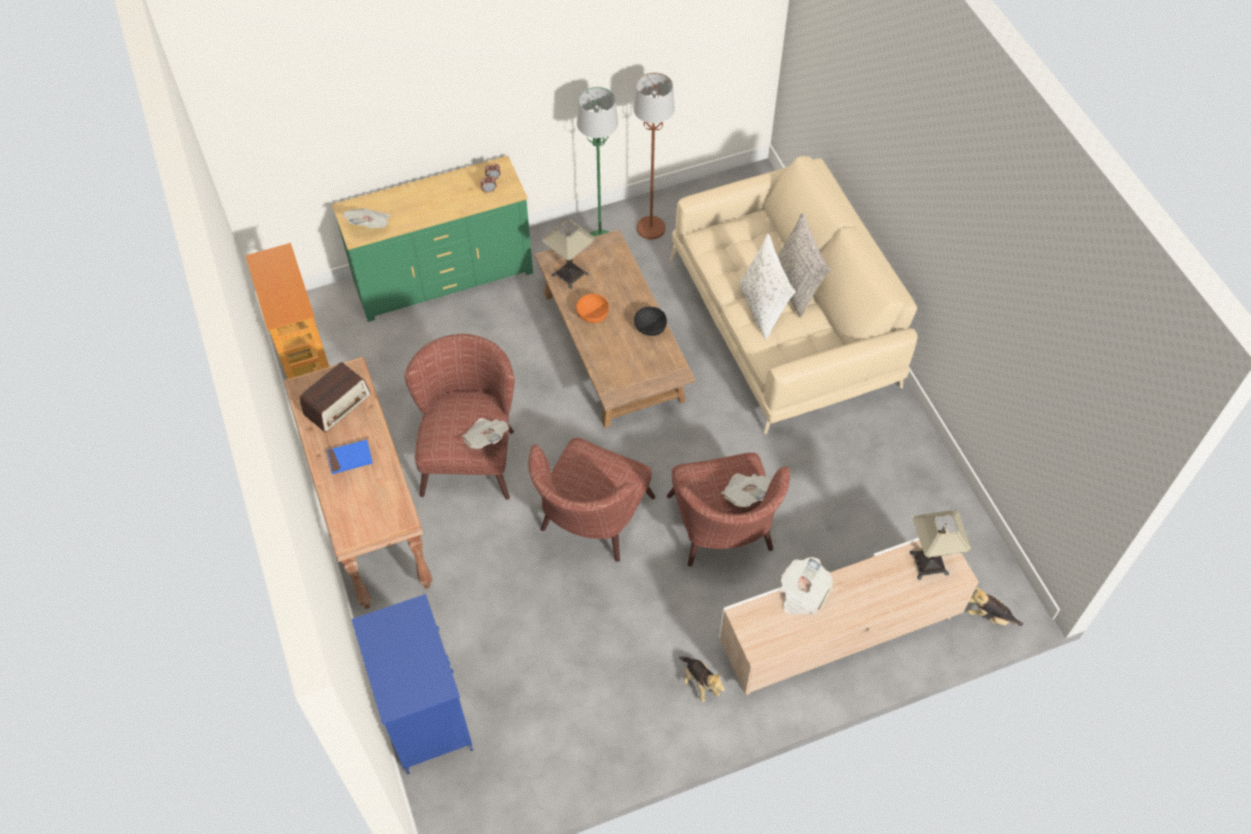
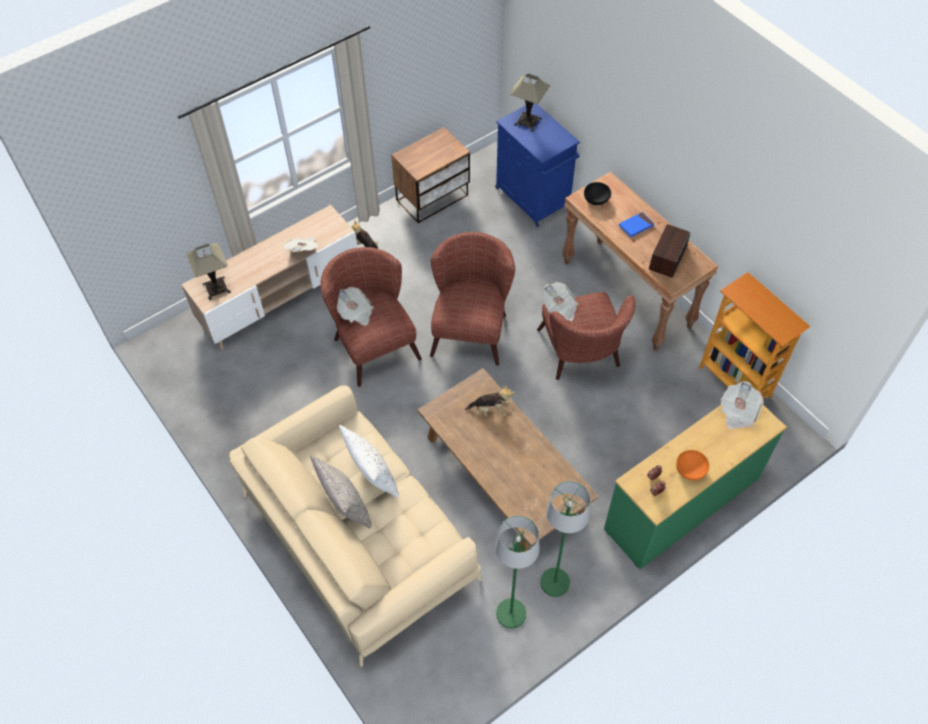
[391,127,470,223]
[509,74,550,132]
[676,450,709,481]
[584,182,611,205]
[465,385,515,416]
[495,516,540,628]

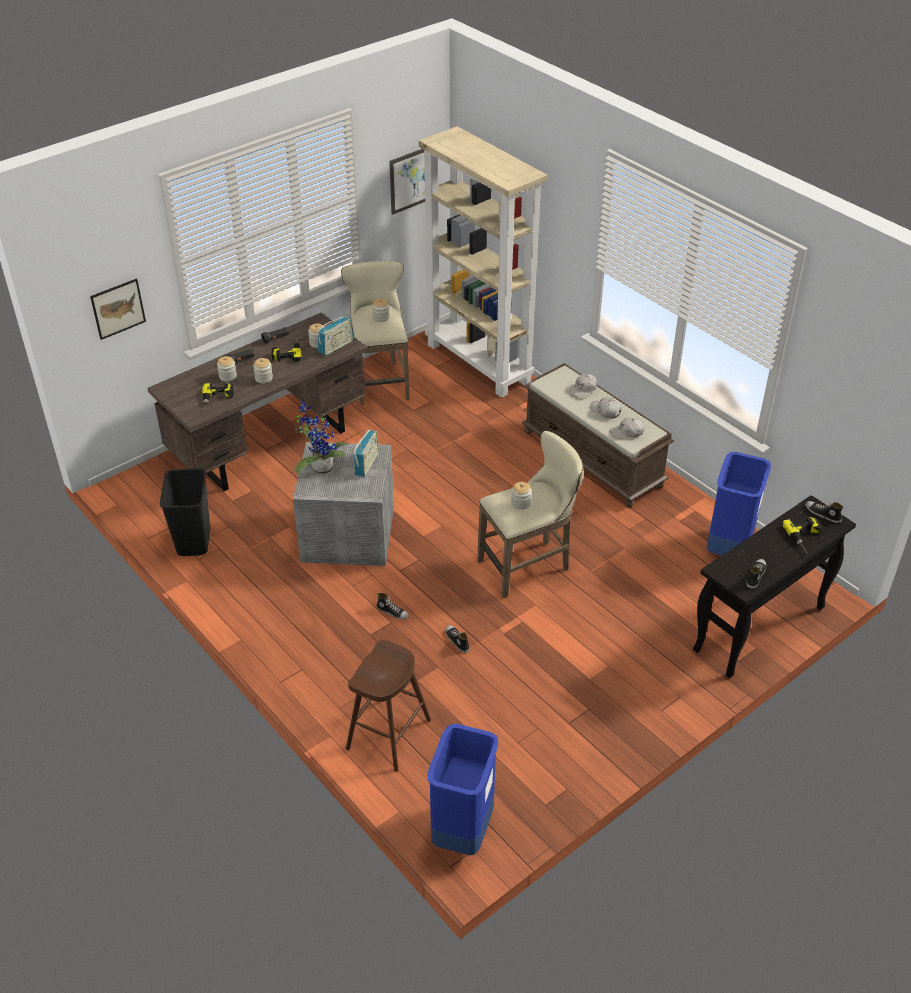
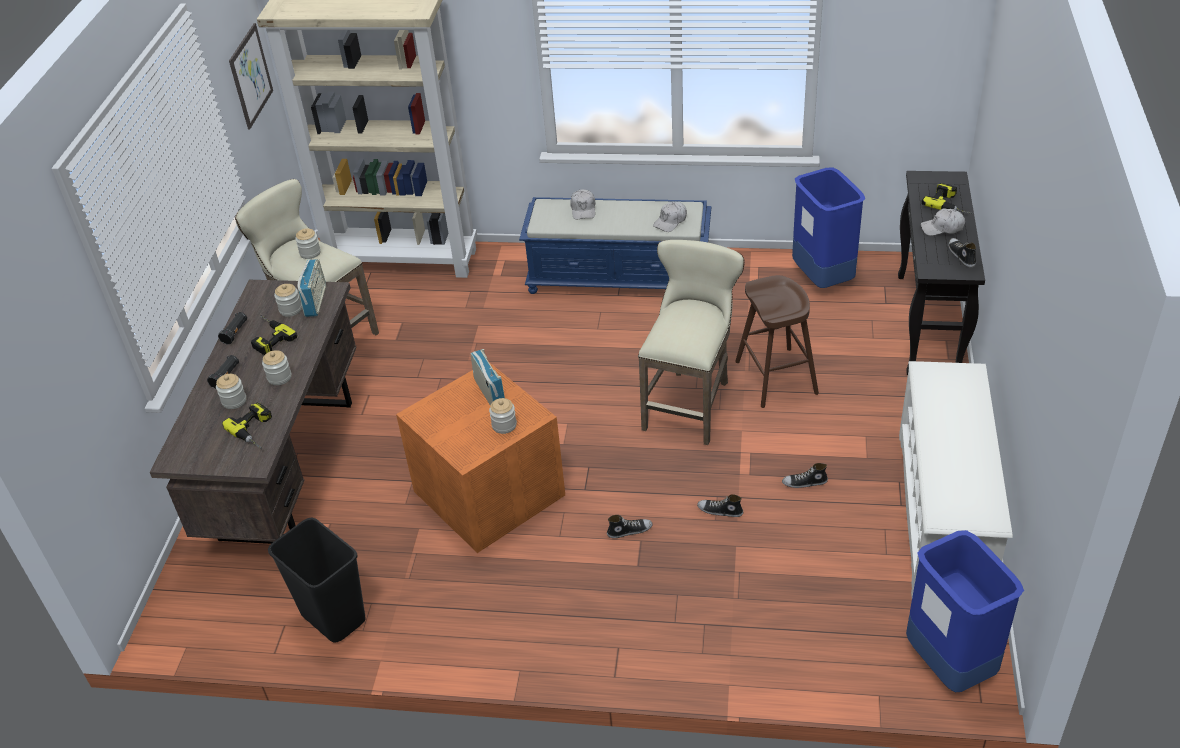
[90,279,146,340] (first image)
[294,401,349,474] (first image)
[899,361,1013,597]
[735,275,819,408]
[489,398,517,434]
[921,208,965,236]
[782,463,828,488]
[396,362,565,553]
[519,197,711,294]

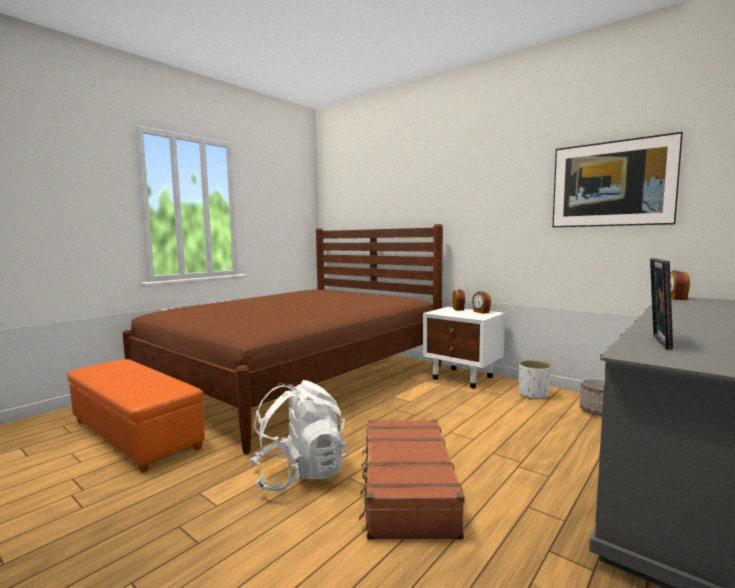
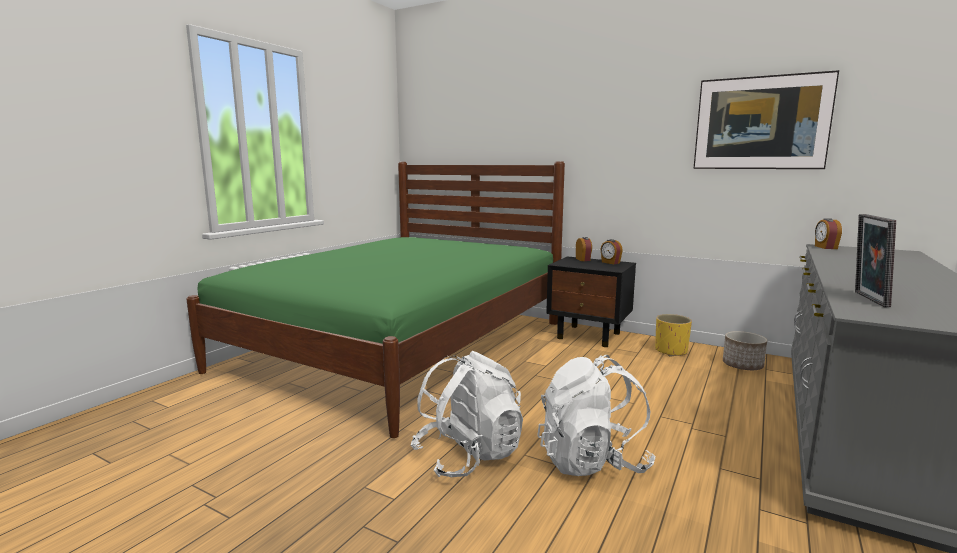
[67,359,205,473] (first image)
[537,355,655,476]
[186,161,565,438]
[546,256,636,347]
[655,314,692,356]

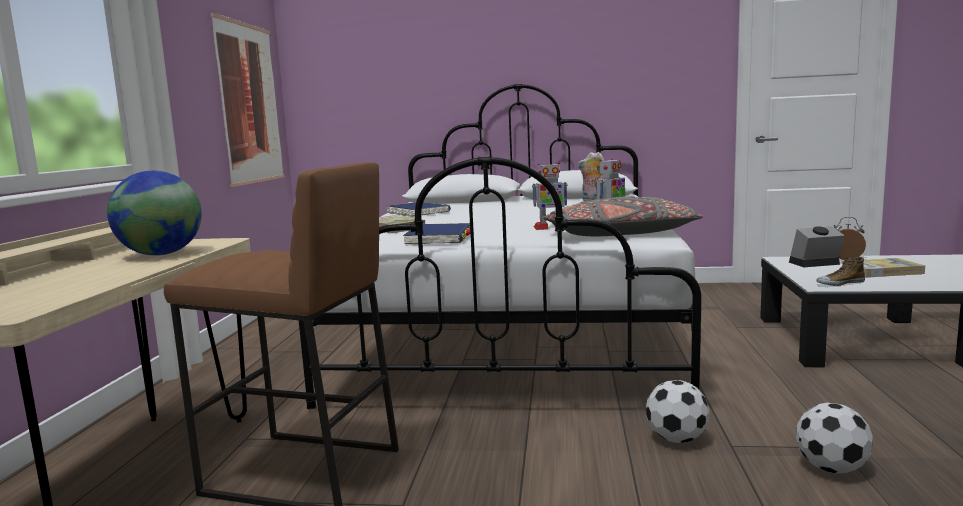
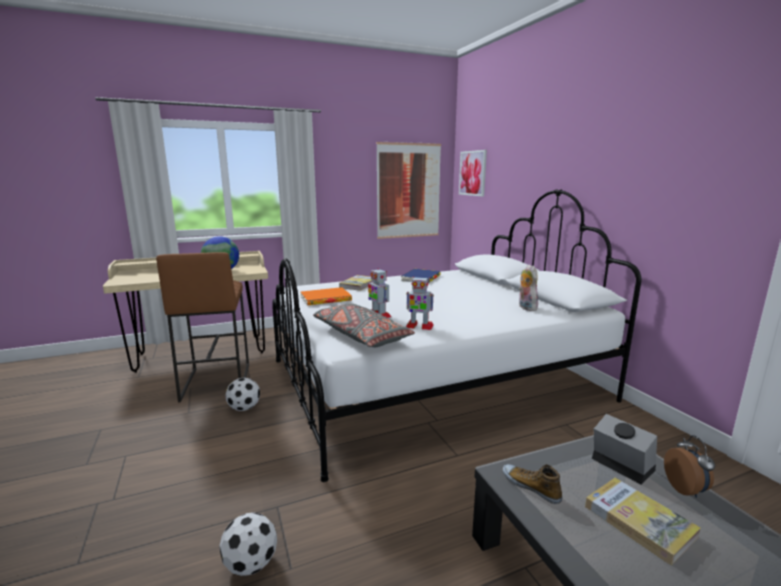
[459,150,487,196]
[225,378,260,411]
[300,287,352,305]

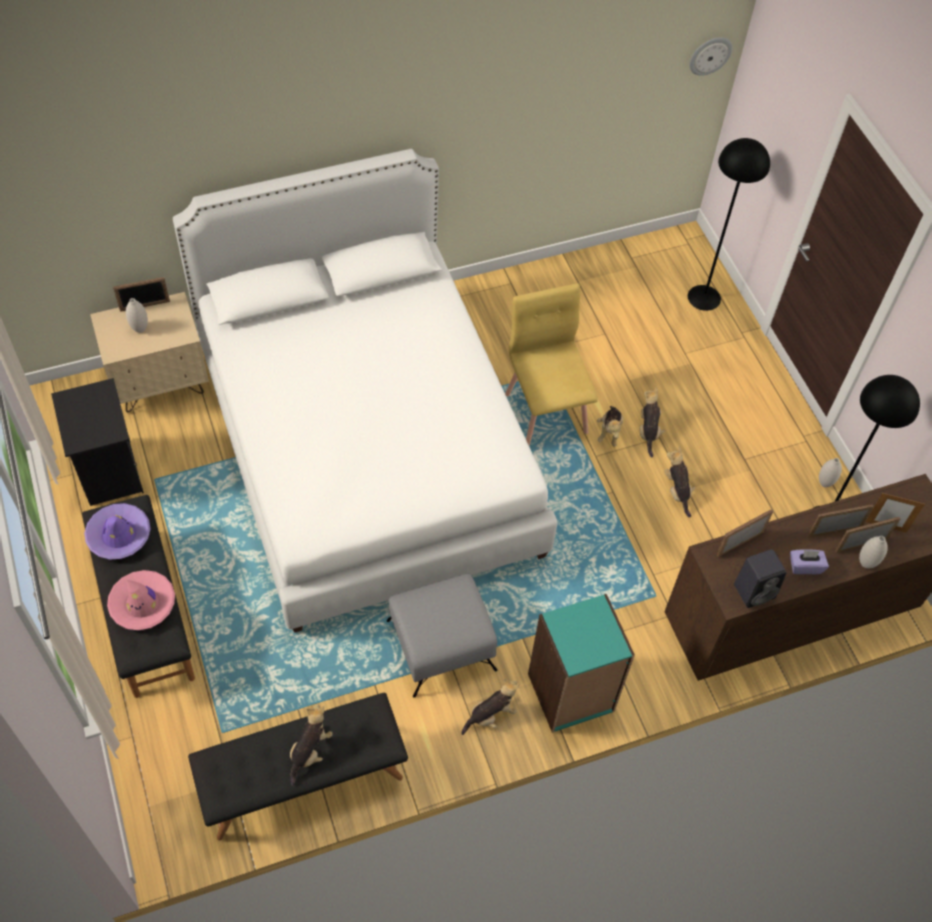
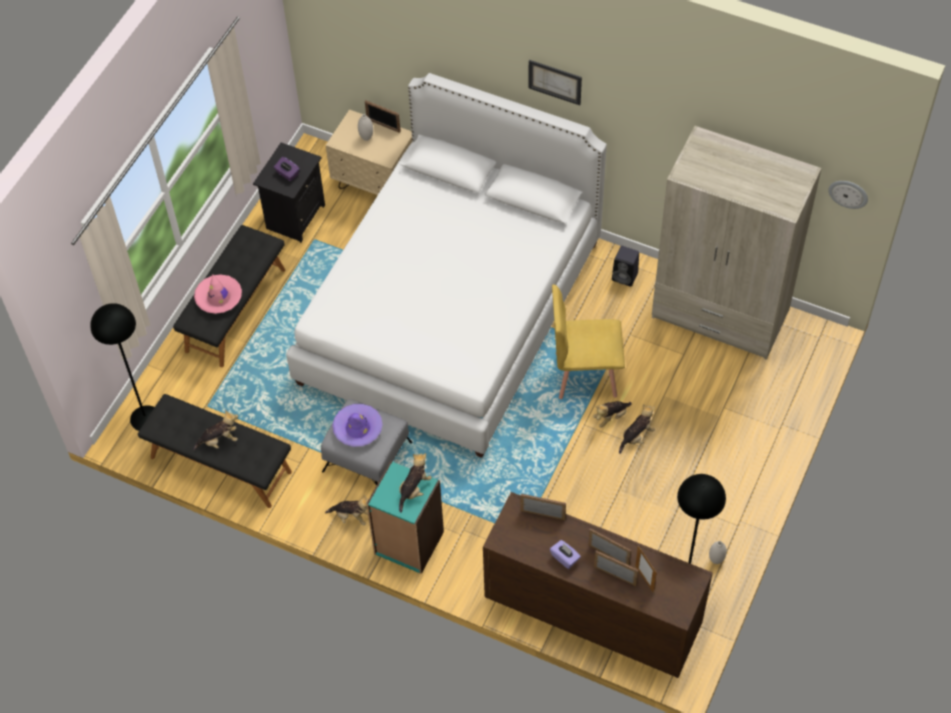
[859,536,888,568] (first image)
[274,157,299,181]
[528,60,582,105]
[652,126,822,360]
[332,404,383,446]
[399,453,432,513]
[90,303,155,431]
[612,246,639,287]
[552,285,625,399]

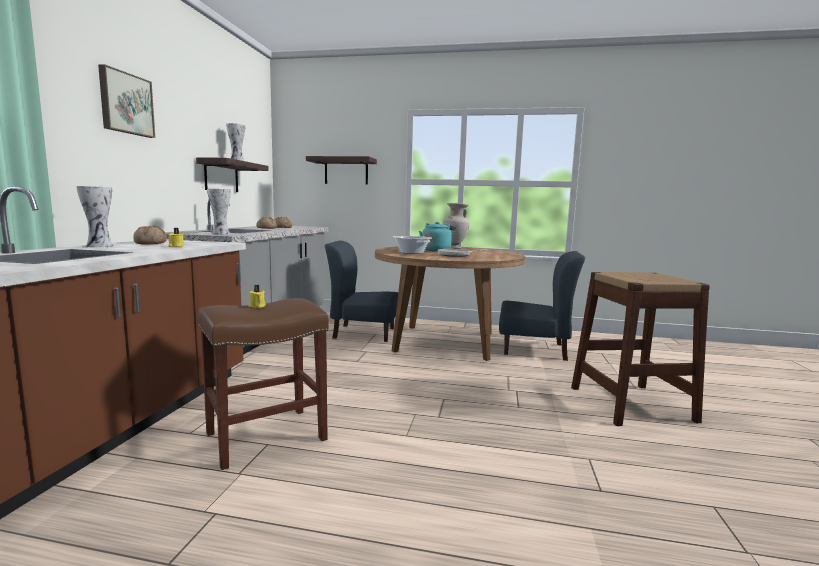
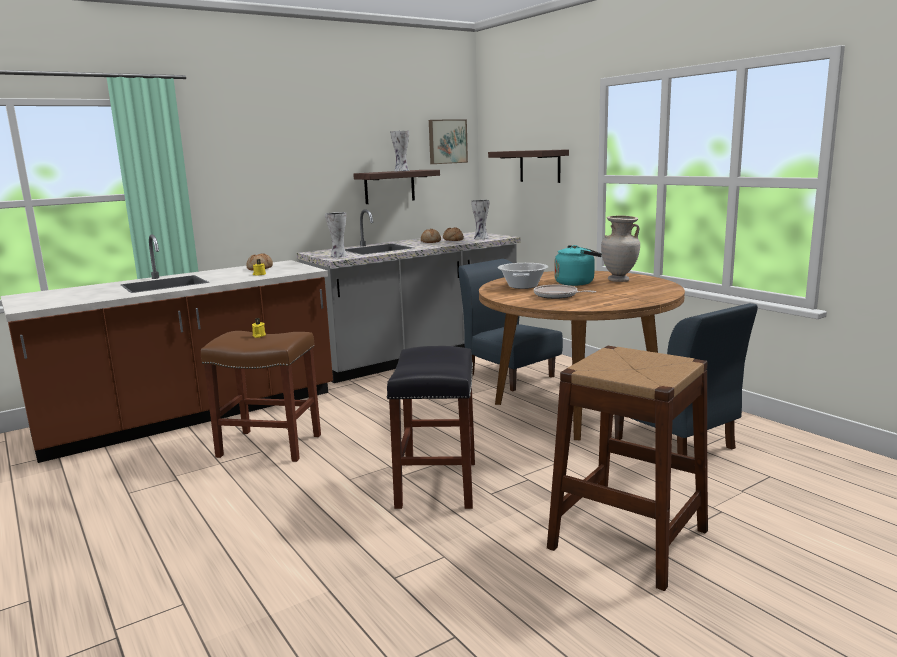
[387,346,475,509]
[471,200,490,239]
[429,119,468,164]

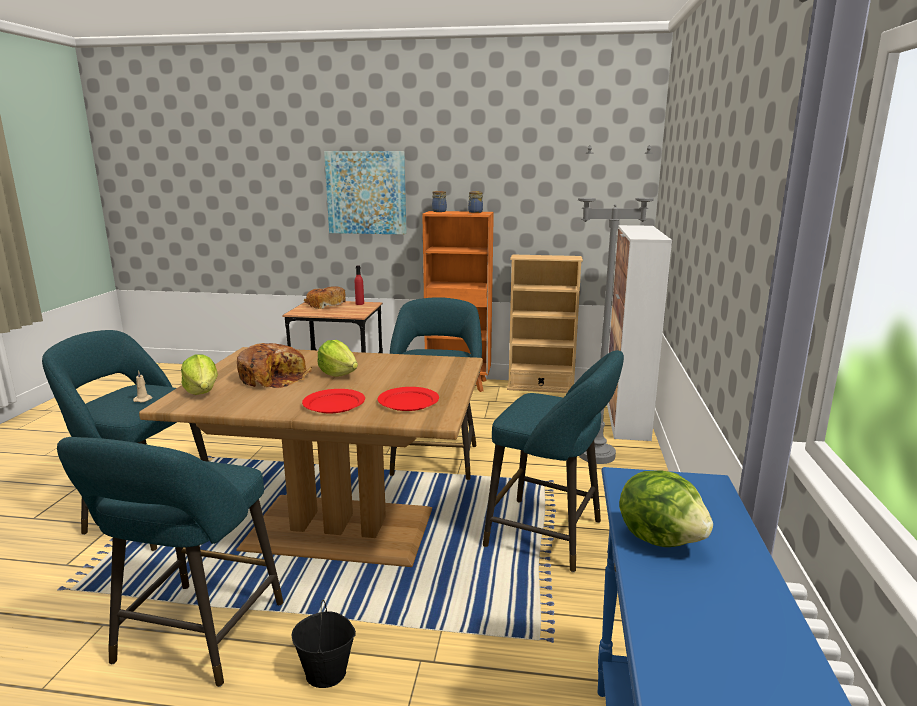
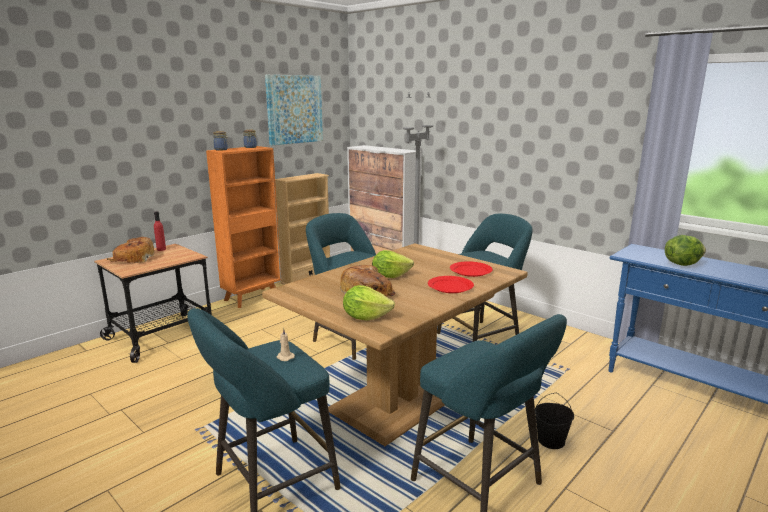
[265,75,323,145]

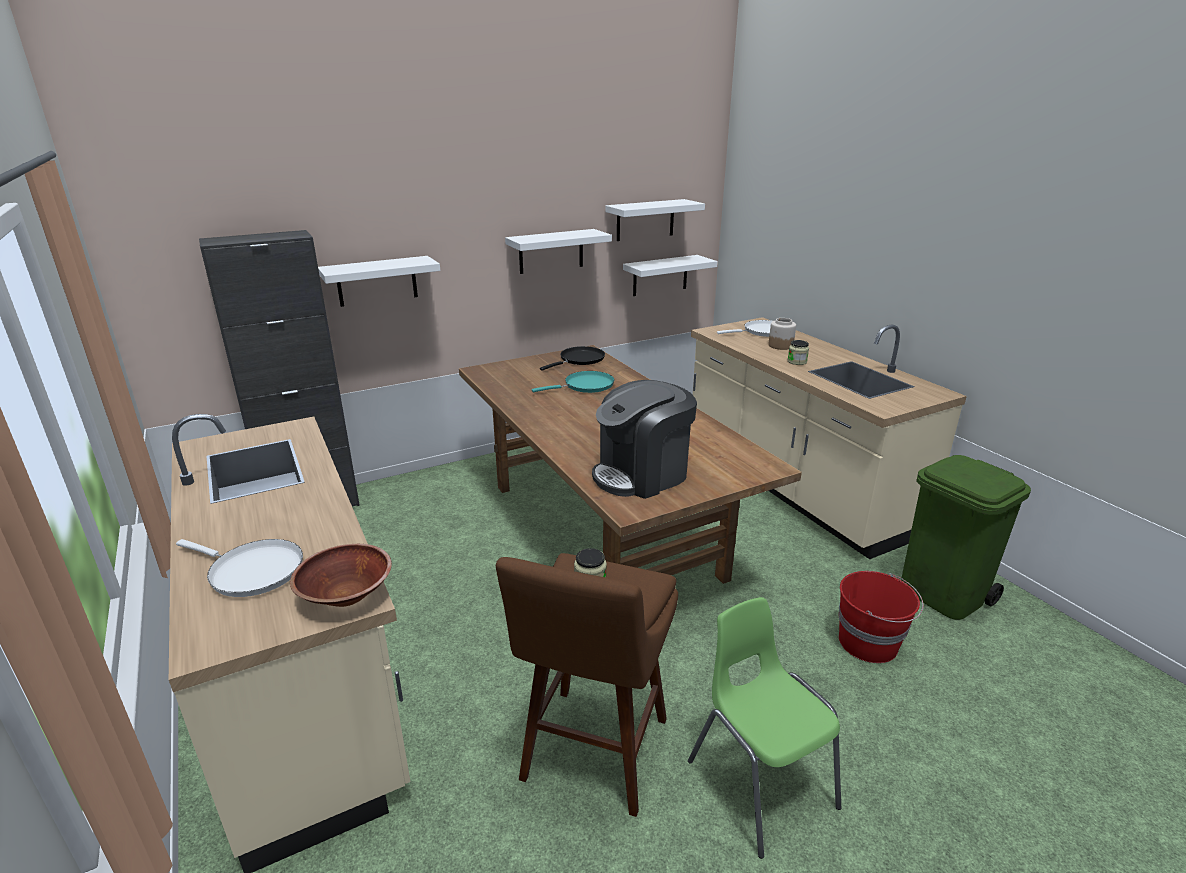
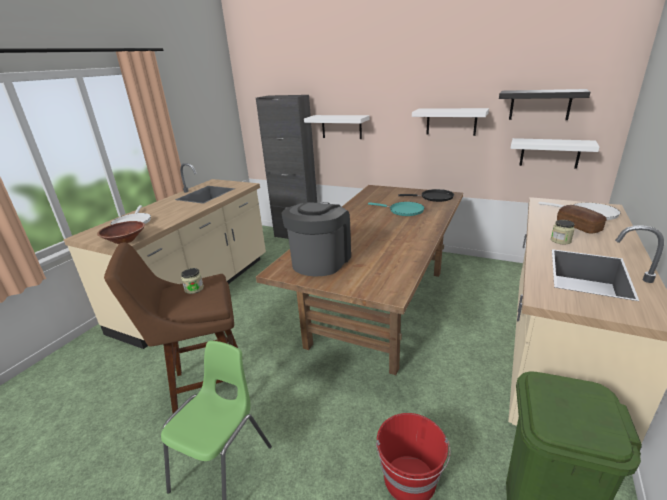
[557,205,607,234]
[499,89,590,120]
[281,202,351,277]

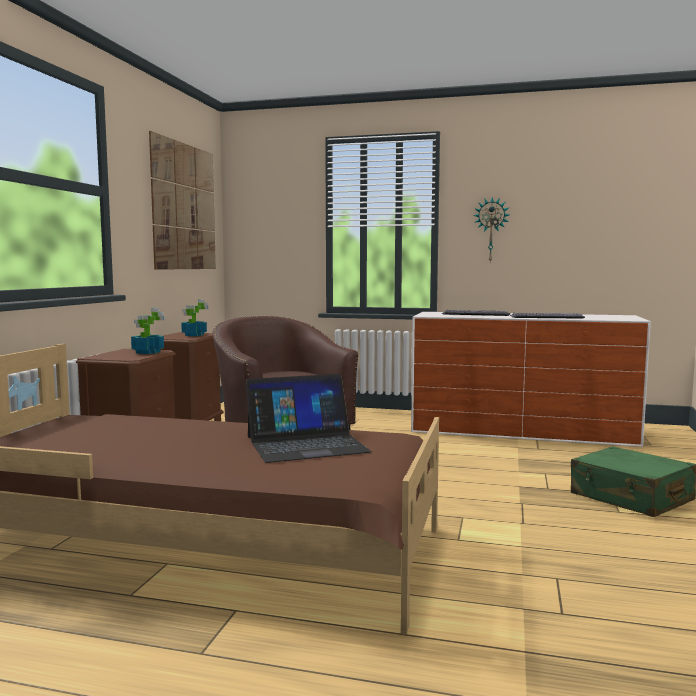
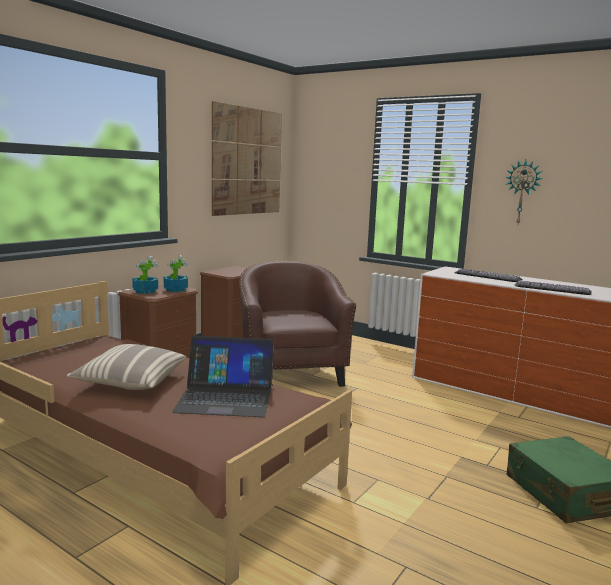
[67,344,186,390]
[132,256,159,294]

